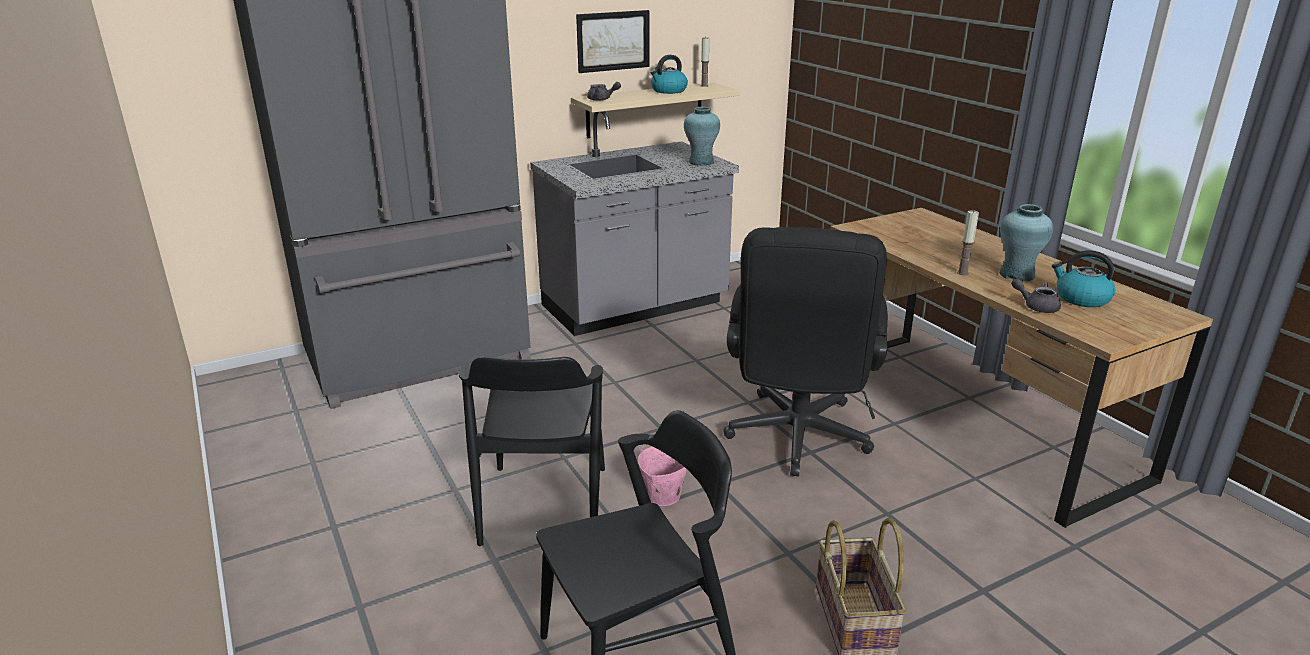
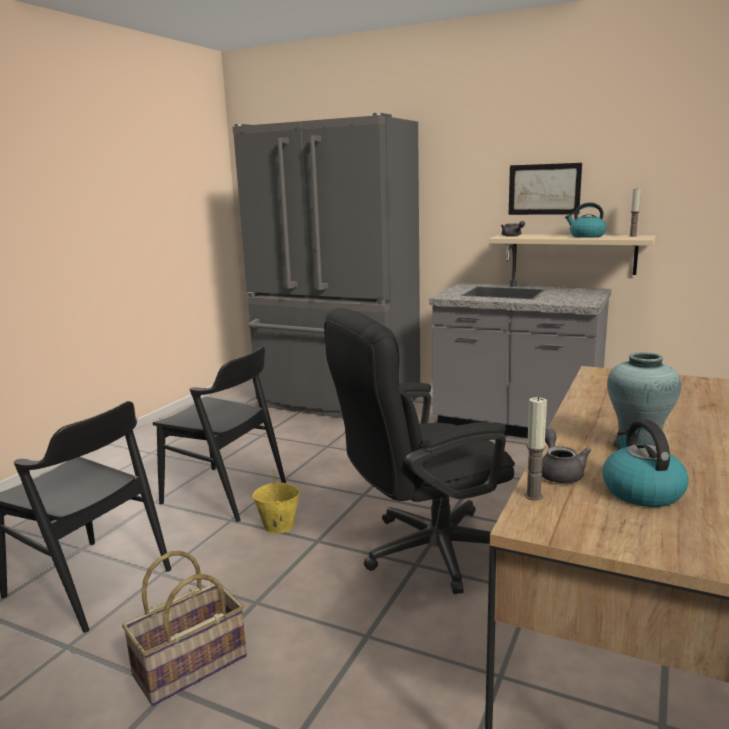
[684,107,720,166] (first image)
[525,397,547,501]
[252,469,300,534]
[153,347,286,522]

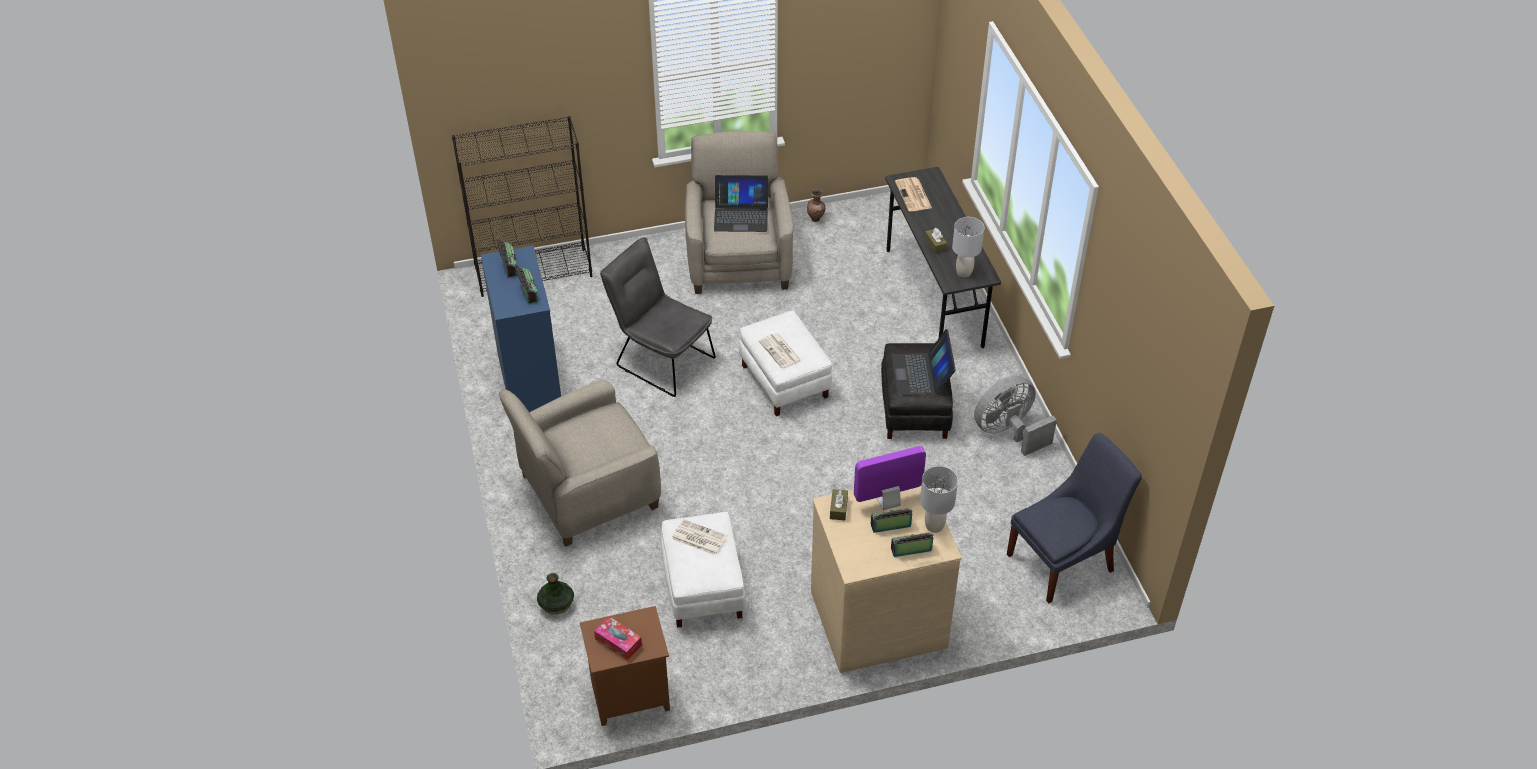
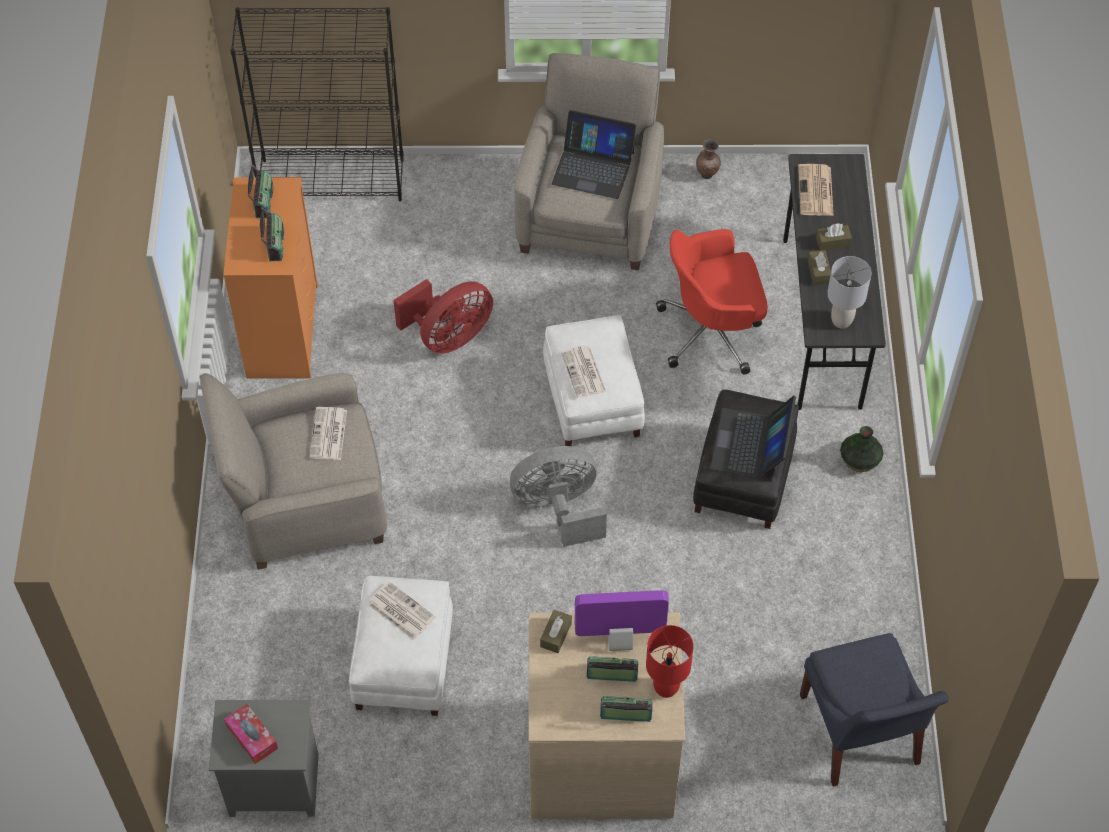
[309,407,347,460]
[656,229,768,374]
[816,223,852,251]
[840,426,884,472]
[510,446,607,547]
[393,279,493,354]
[223,177,318,379]
[209,700,319,817]
[646,625,694,698]
[800,633,949,787]

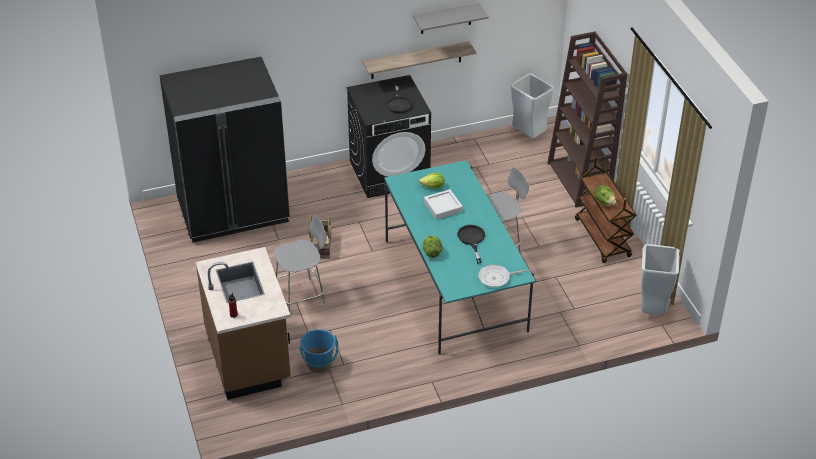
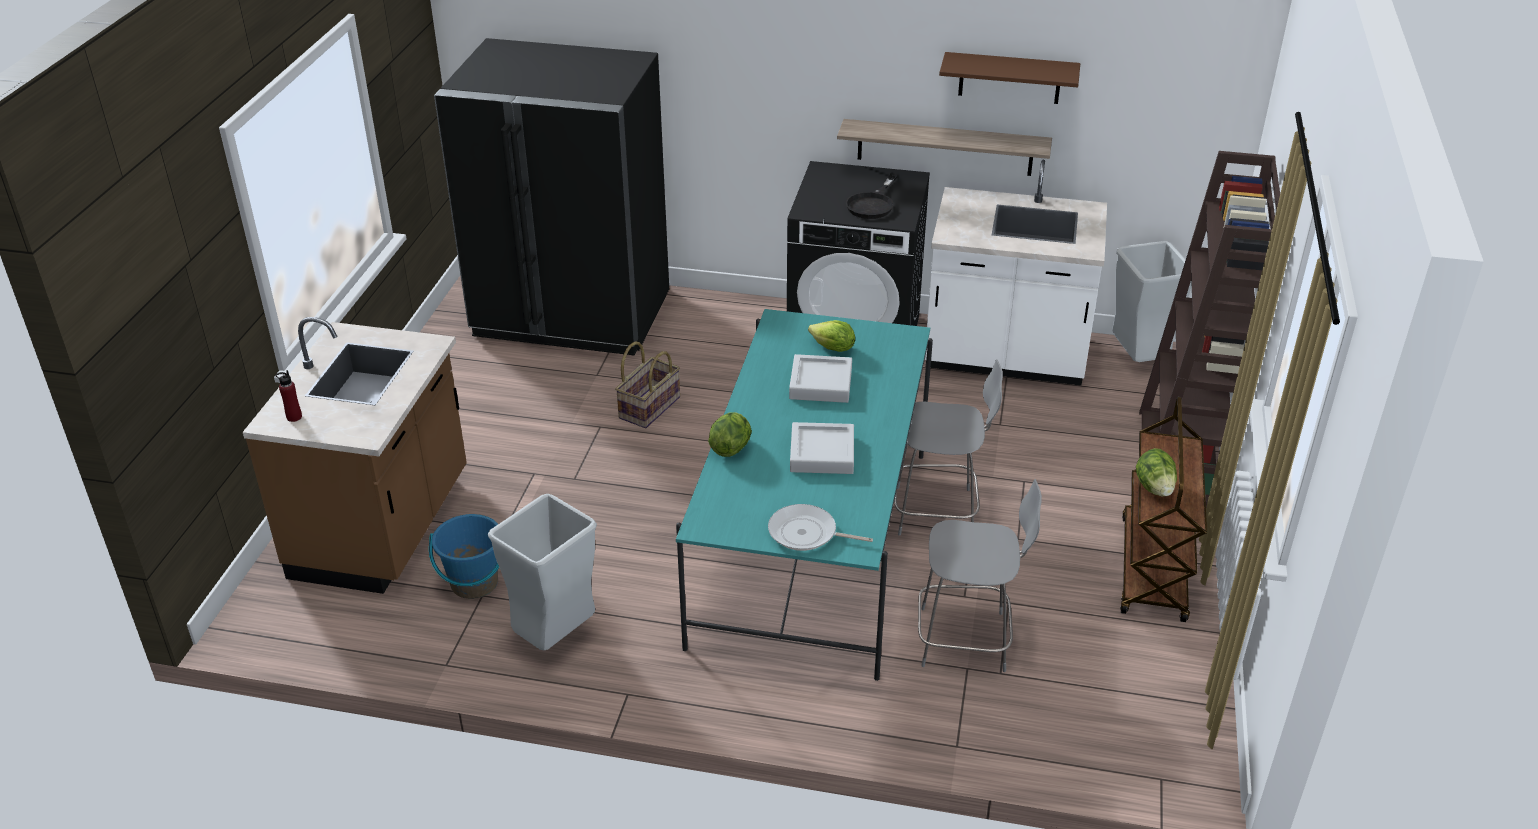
[925,159,1107,385]
[918,479,1042,672]
[488,494,597,650]
[790,422,854,474]
[939,52,1080,104]

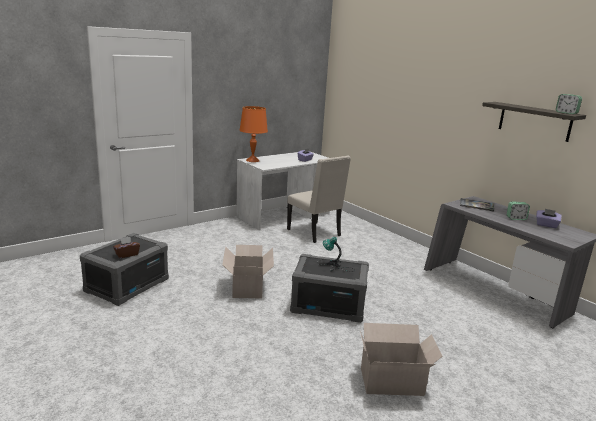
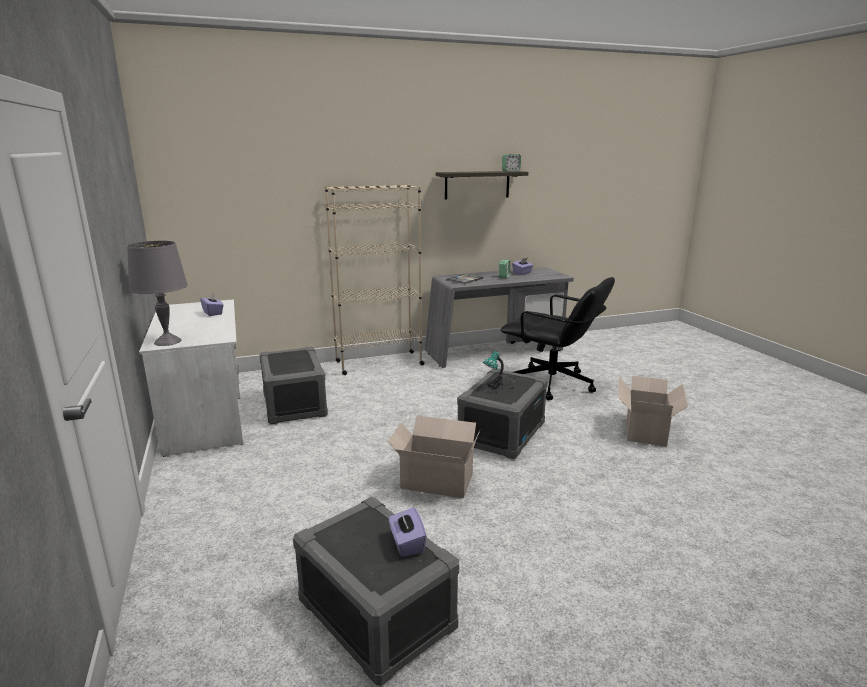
[325,184,425,375]
[501,277,615,400]
[259,347,328,424]
[388,508,427,557]
[127,241,188,346]

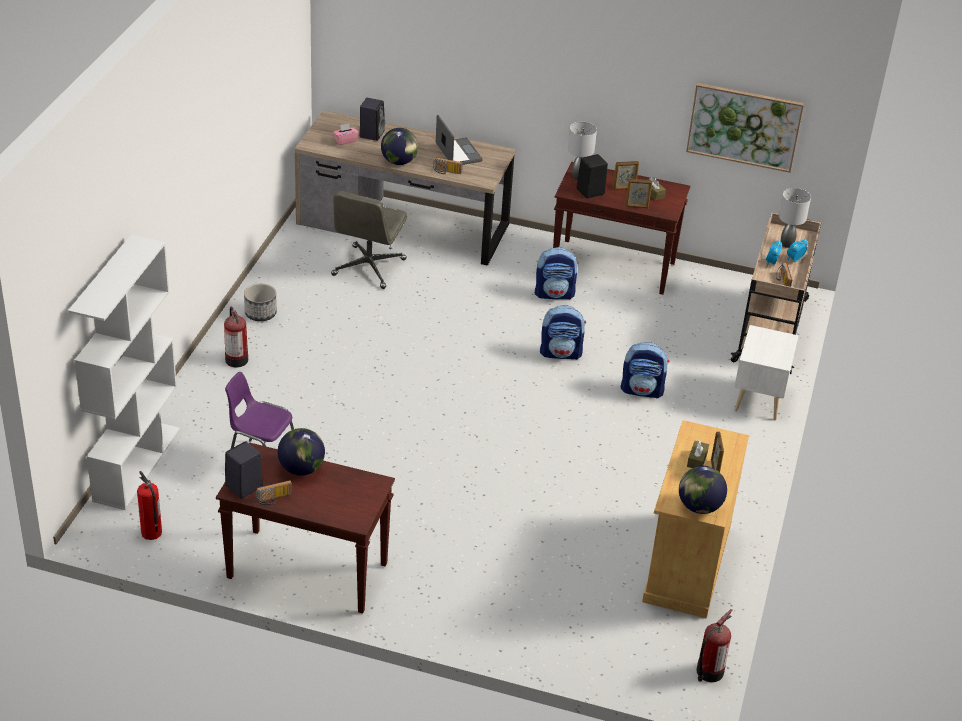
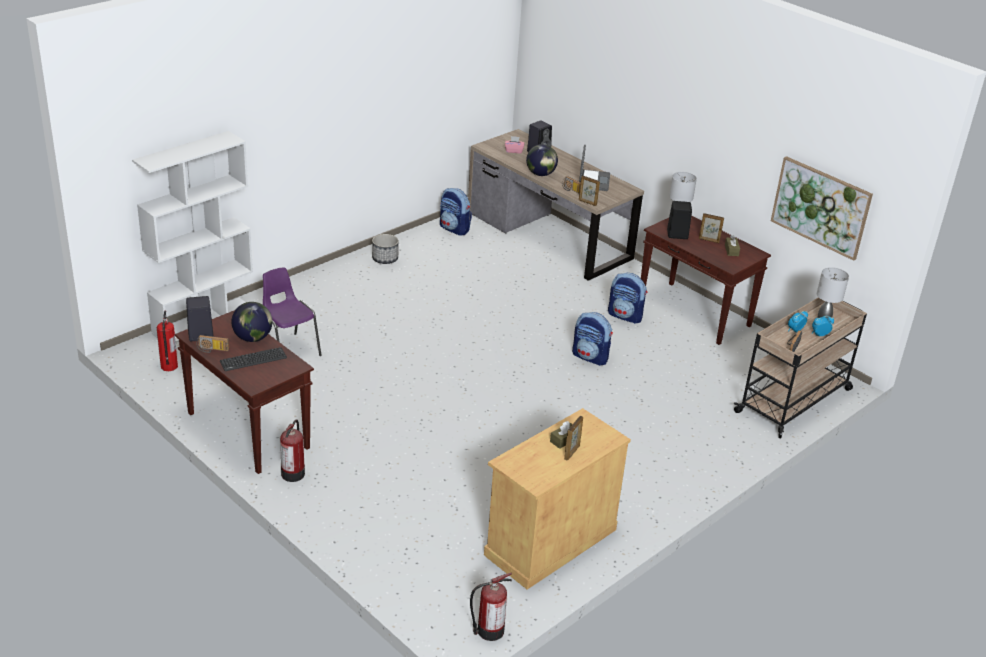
[331,191,407,289] (first image)
[679,466,727,514] (first image)
[734,325,798,420] (first image)
[220,347,287,371]
[280,419,305,482]
[440,188,472,236]
[579,176,600,206]

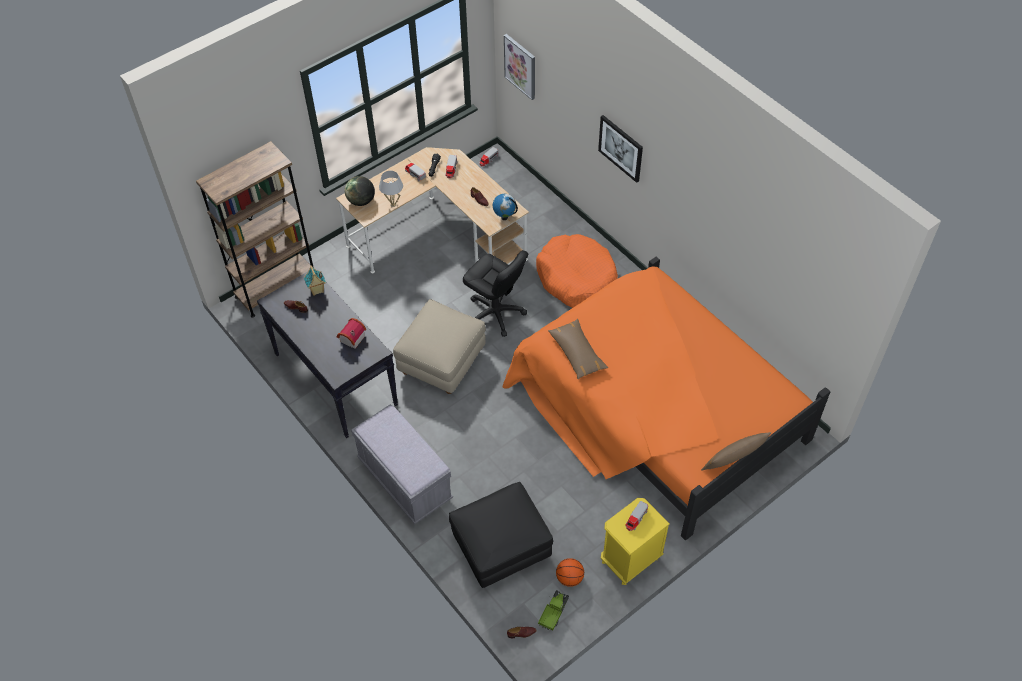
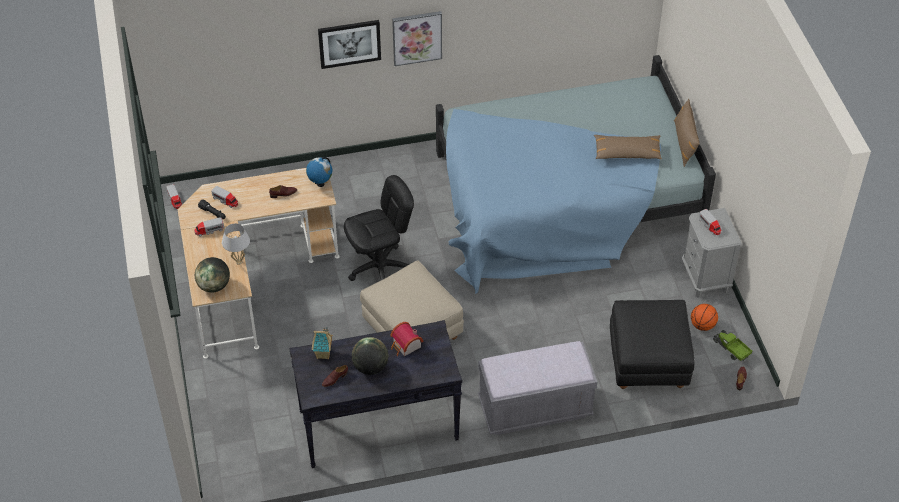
[196,141,314,318] (first image)
[536,234,618,308] (first image)
[352,337,388,375]
[392,11,442,66]
[594,135,662,159]
[436,55,716,294]
[682,208,742,298]

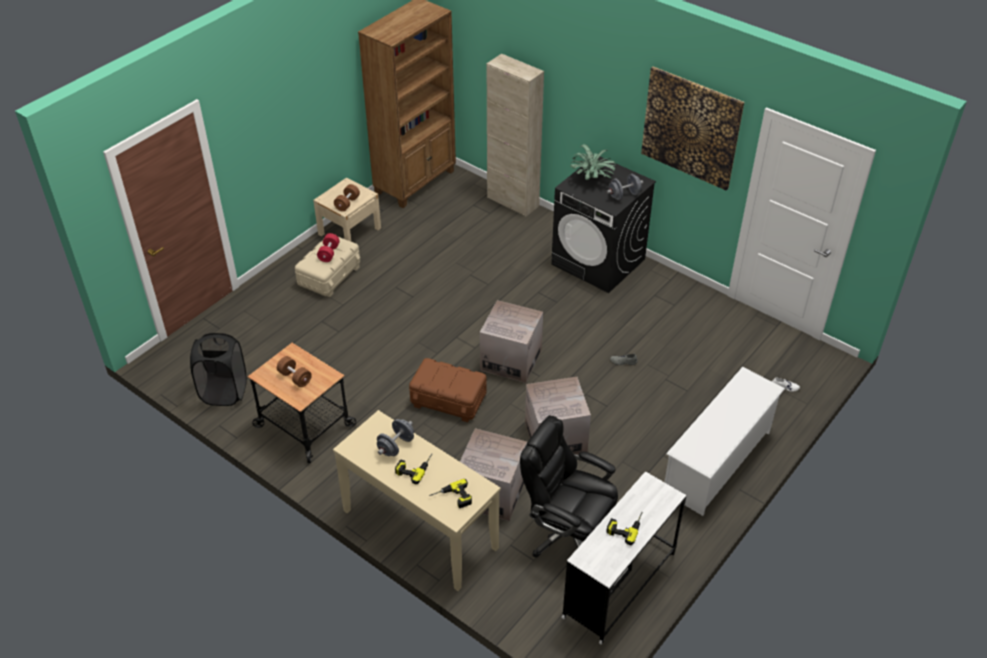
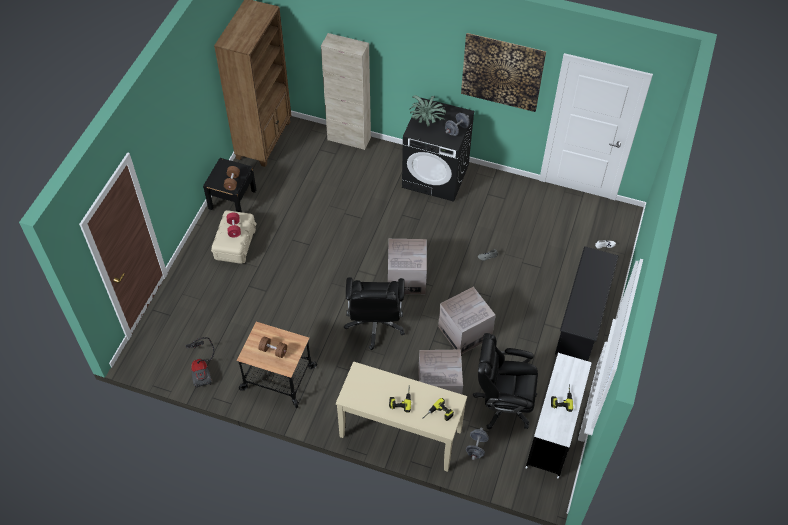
[466,428,489,460]
[185,337,214,388]
[344,277,405,350]
[203,158,256,212]
[555,246,619,361]

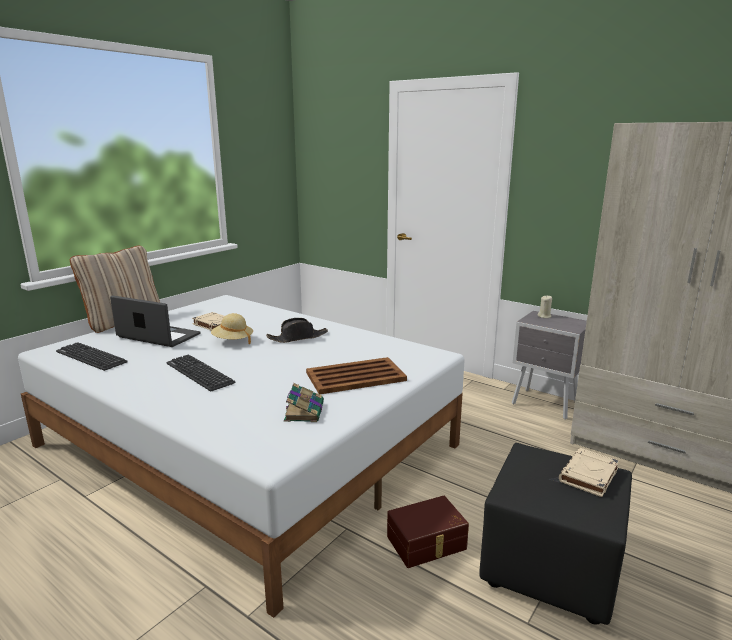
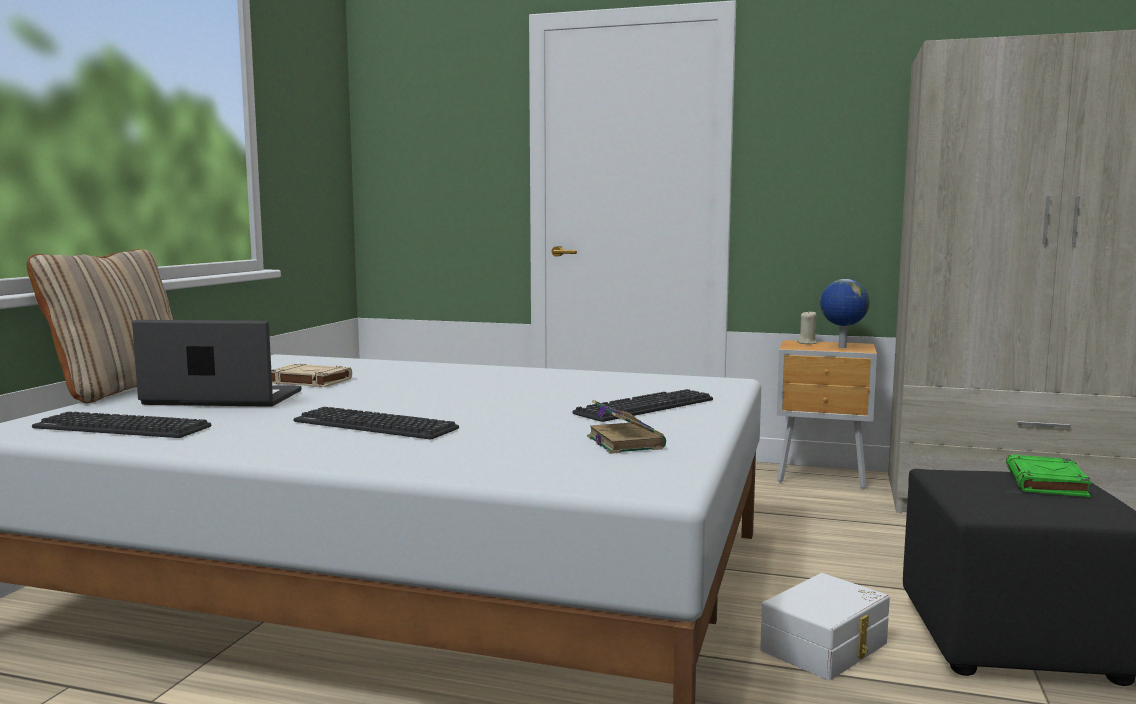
[211,313,253,344] (first image)
[266,318,328,343] (first image)
[820,279,869,348]
[572,389,713,422]
[760,573,890,680]
[777,340,877,489]
[1006,454,1092,497]

